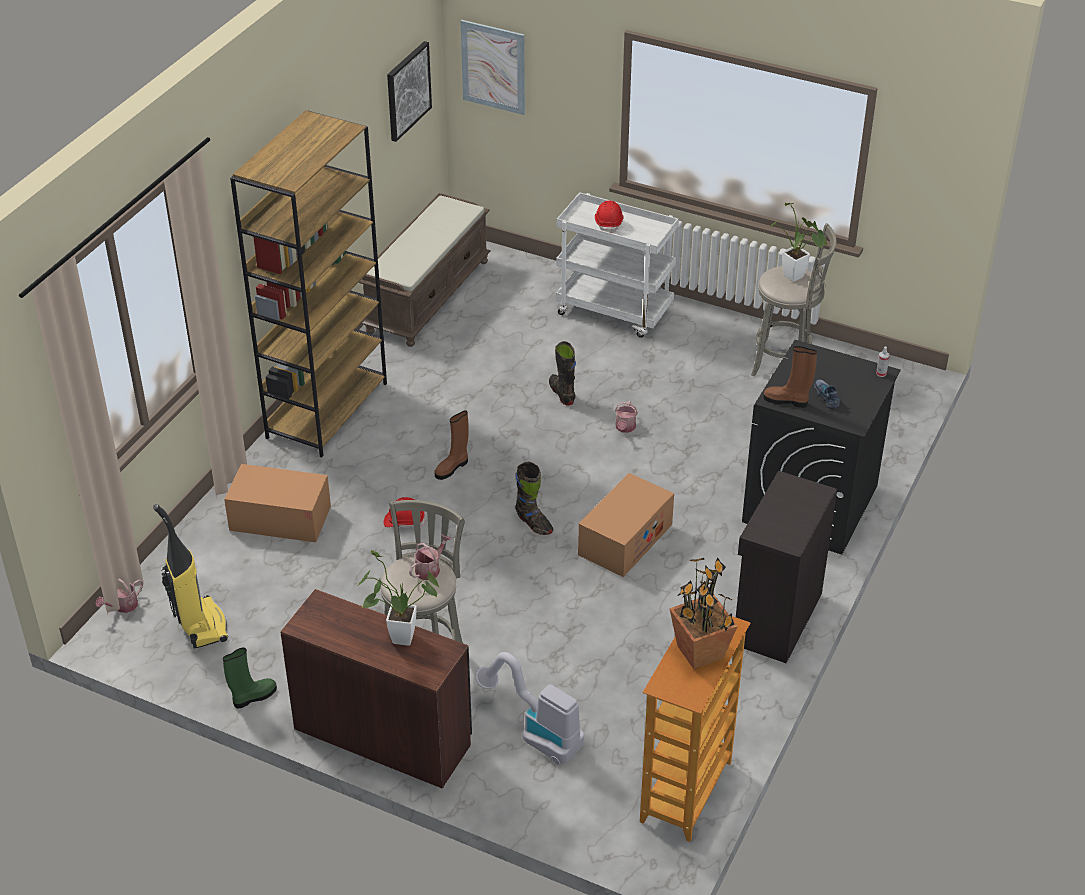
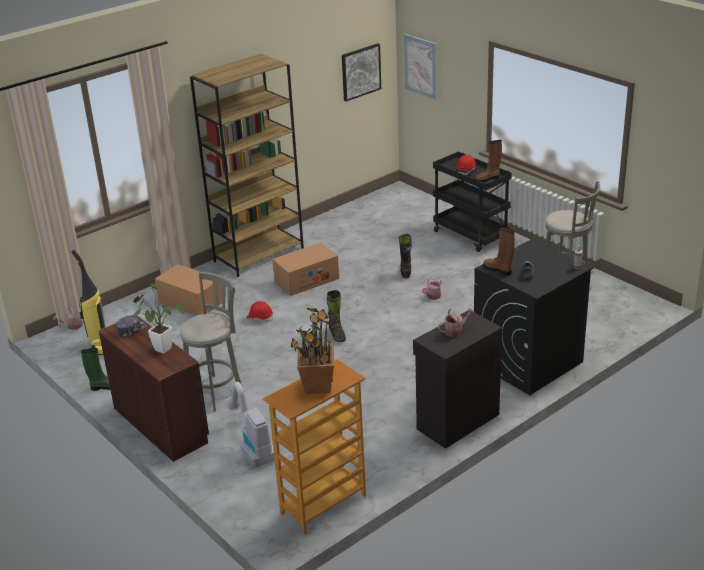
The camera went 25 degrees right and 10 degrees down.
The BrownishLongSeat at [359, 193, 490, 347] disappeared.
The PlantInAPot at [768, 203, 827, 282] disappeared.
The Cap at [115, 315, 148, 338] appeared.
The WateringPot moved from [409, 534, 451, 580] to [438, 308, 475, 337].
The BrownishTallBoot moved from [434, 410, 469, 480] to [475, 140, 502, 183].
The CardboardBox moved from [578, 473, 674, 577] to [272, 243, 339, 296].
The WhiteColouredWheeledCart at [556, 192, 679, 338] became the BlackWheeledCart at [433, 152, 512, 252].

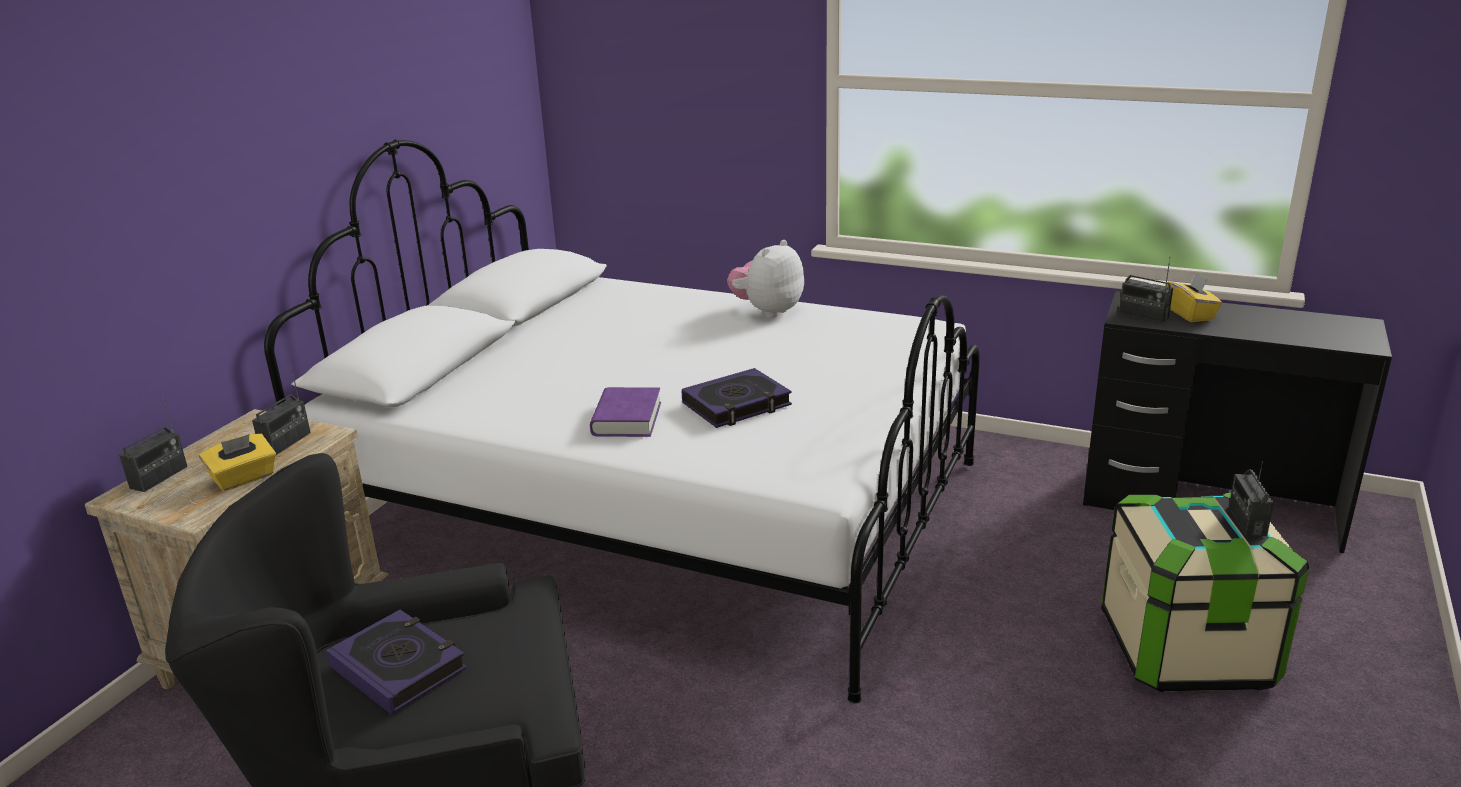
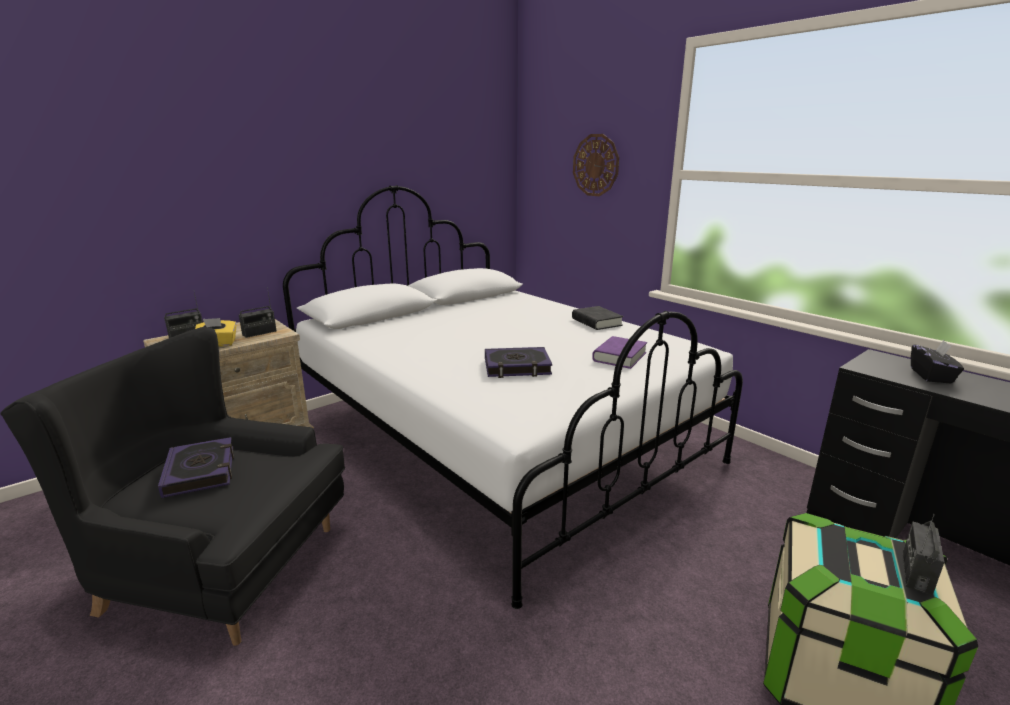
The camera went 25 degrees right and 5 degrees down.
The Radio at [1119, 259, 1173, 323] disappeared.
The WallClock at [573, 134, 619, 196] appeared.
The PurpleColouredBoundBook moved from [590, 387, 661, 437] to [592, 336, 647, 369].
The SoftToy at [727, 240, 804, 318] was replaced by the BlackBoundBook at [572, 306, 623, 330].
The YellowishTissueBox at [1166, 273, 1222, 322] became the BlackTissueBox at [911, 340, 964, 384].

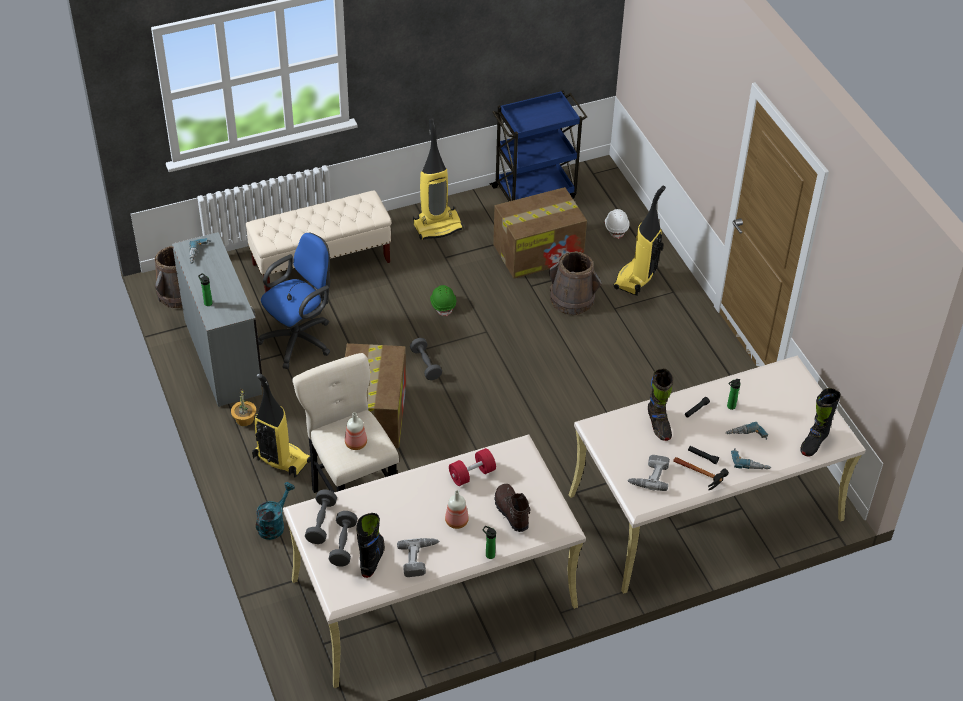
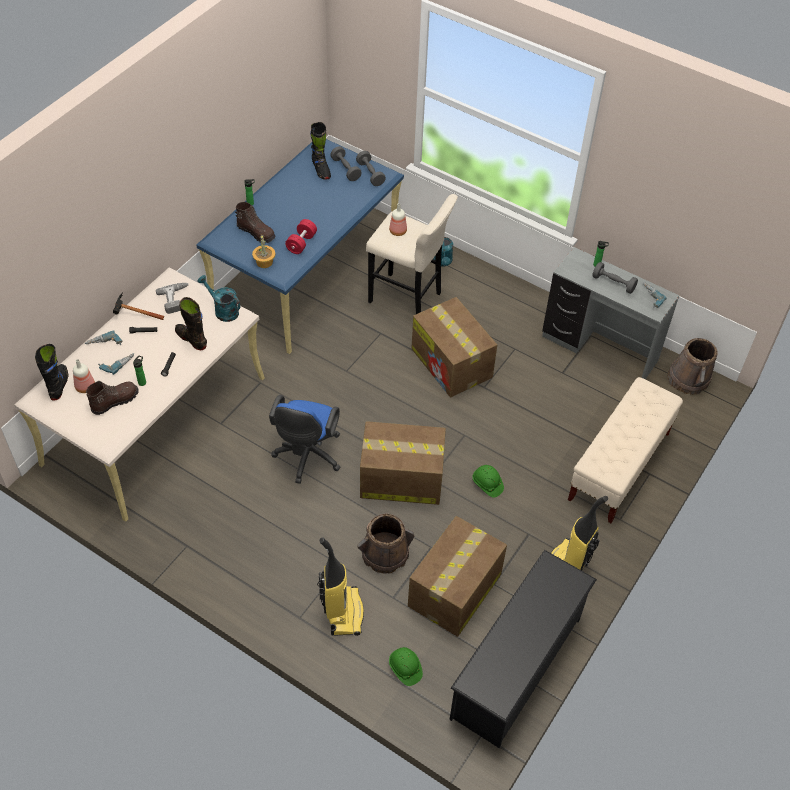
The camera went 145 degrees right and 5 degrees up.
The Vacuum at [252, 373, 311, 477] disappeared.
The ElectricDrill at [397, 538, 439, 577] disappeared.
The BrownishTallBoot at [86, 381, 139, 415] appeared.
The BlueGreenWateringPot at [198, 275, 241, 322] appeared.
The CardboardBox at [360, 421, 446, 505] appeared.
The PlantInAPot moved from [231, 389, 256, 426] to [252, 234, 275, 268].
The BlueColouredDeskChair moved from [258, 232, 330, 369] to [269, 395, 341, 484].
The GrayDumbbell moved from [410, 338, 442, 380] to [592, 262, 638, 294].
The DrinkBottle moved from [445, 490, 469, 529] to [73, 359, 95, 393].
The BlueColouredWheeledCart at [489, 91, 587, 201] was replaced by the BlackShoeShelf at [449, 550, 597, 748].
The BeigeColouredDesk at [283, 434, 586, 688] became the BlueColouredDesk at [196, 139, 404, 354].
The WhiteColouredSafetyHelmet at [605, 209, 630, 239] became the GreenSafetyHelmet at [389, 647, 423, 686].

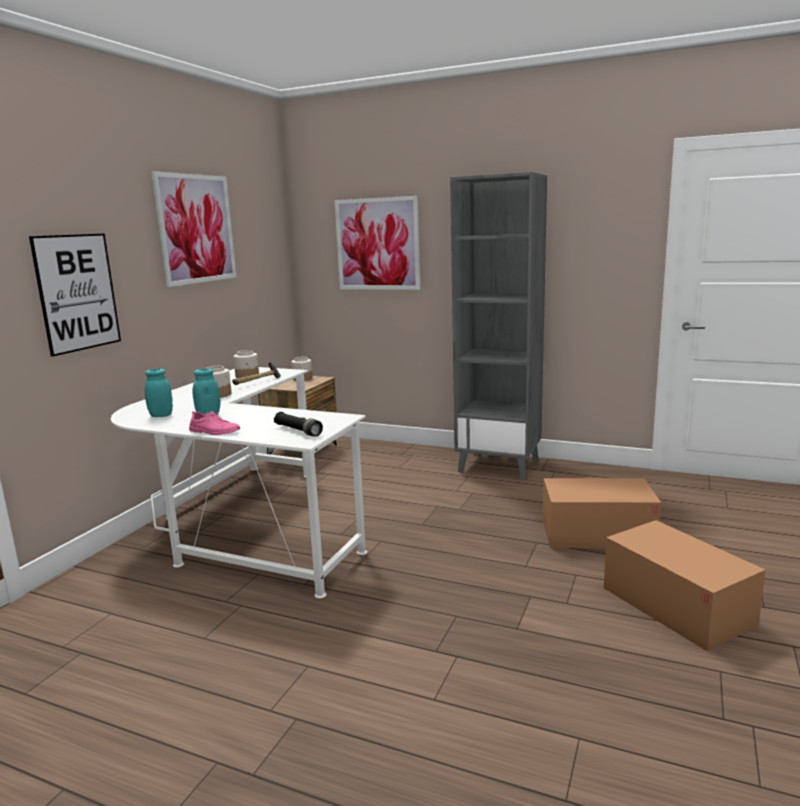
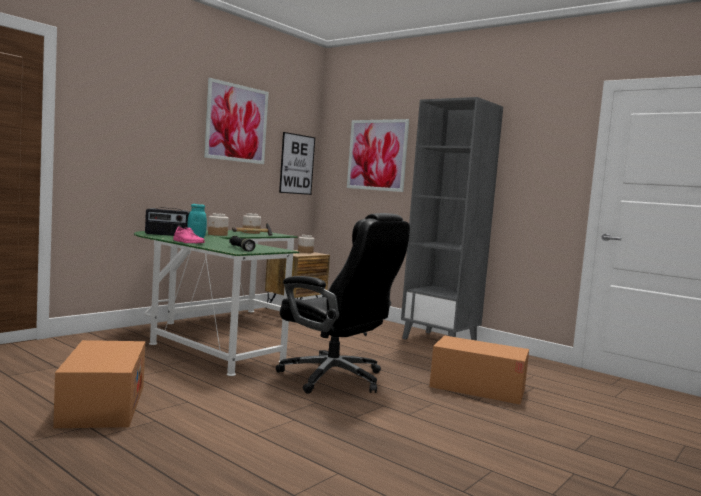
The camera went 15 degrees right and 10 degrees down.
The BlackDeskChair at [276, 213, 410, 394] appeared.
The Picture moved from [29, 233, 121, 357] to [279, 132, 315, 195].
The CardboardBox moved from [604, 520, 766, 651] to [53, 340, 145, 428].
The BlueGreenPreserveJar at [145, 369, 173, 417] was replaced by the Radio at [145, 208, 190, 236].
The WhiteColouredDesk at [111, 367, 367, 598] became the GreenDesk at [134, 230, 299, 376].

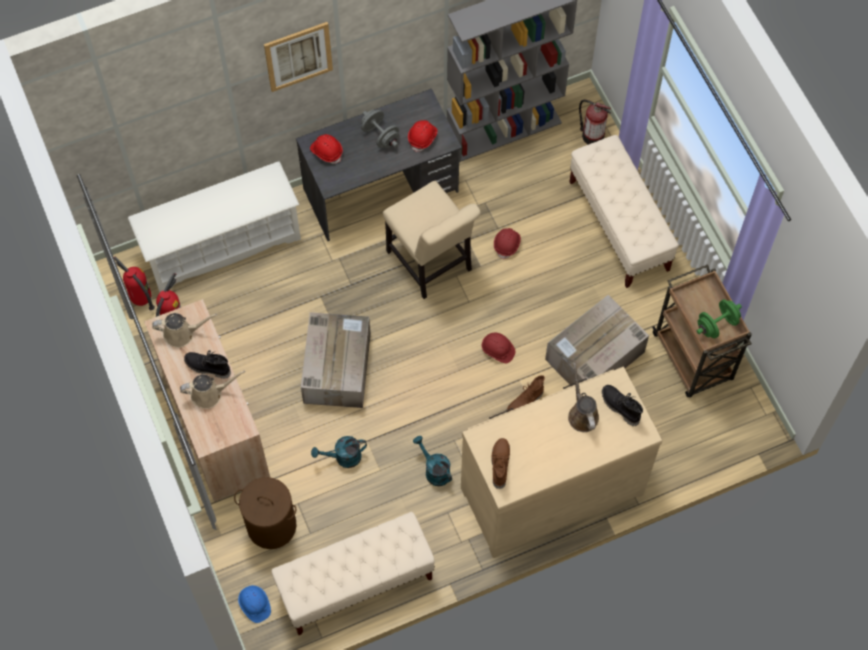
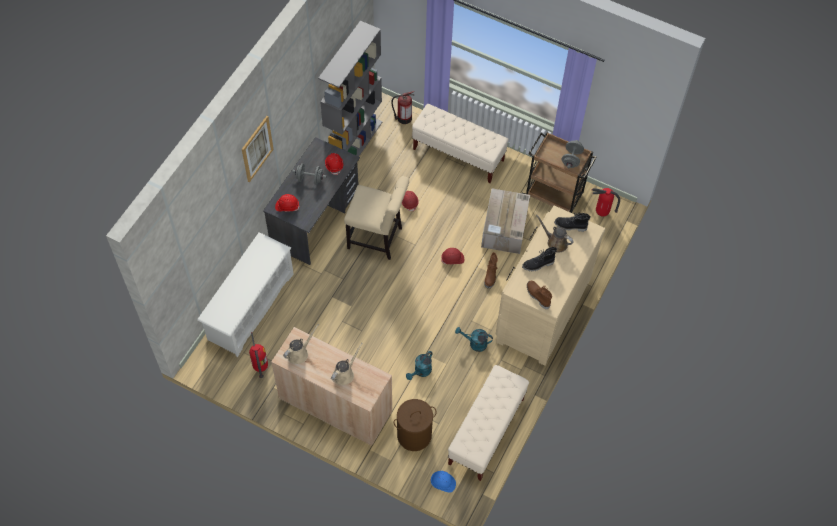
The camera went 40 degrees left and 5 degrees down.
The CardboardBox at [301, 312, 371, 408] disappeared.
The FireFightingCylinder moved from [114, 256, 155, 310] to [592, 188, 620, 217].
The BlackTallBoot moved from [184, 350, 231, 379] to [522, 247, 557, 271].
The GreenDumbbell at [696, 299, 742, 338] became the GrayDumbbell at [562, 140, 584, 168].

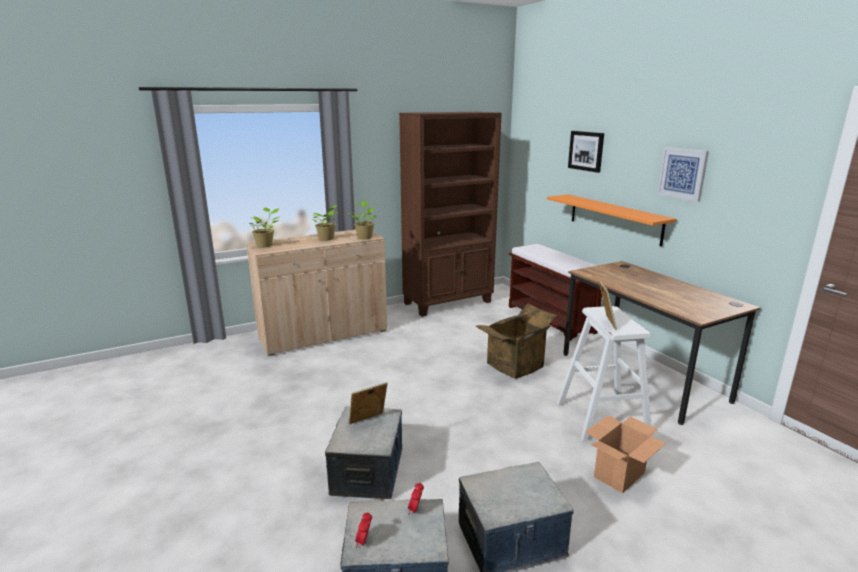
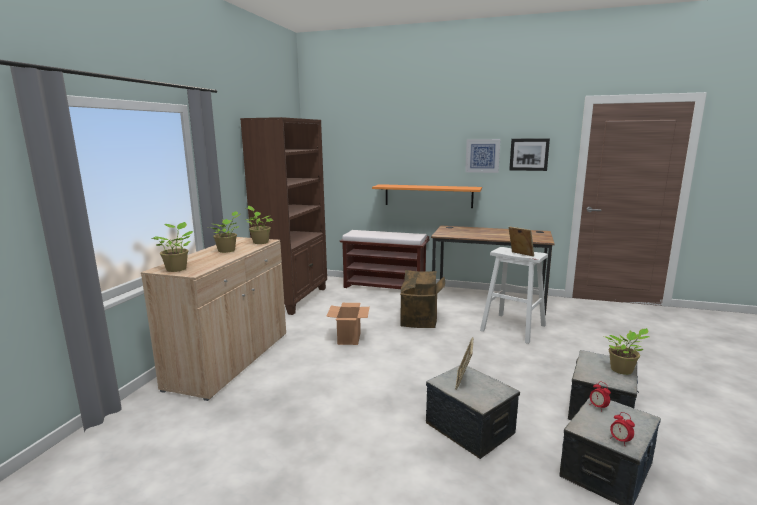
The camera went 45 degrees left and 5 degrees down.
The PlantInAPot at [604, 328, 649, 375] appeared.
The Picture moved from [568, 131, 604, 173] to [509, 138, 550, 171].
The CardboardBox moved from [585, 415, 666, 493] to [326, 303, 370, 345].

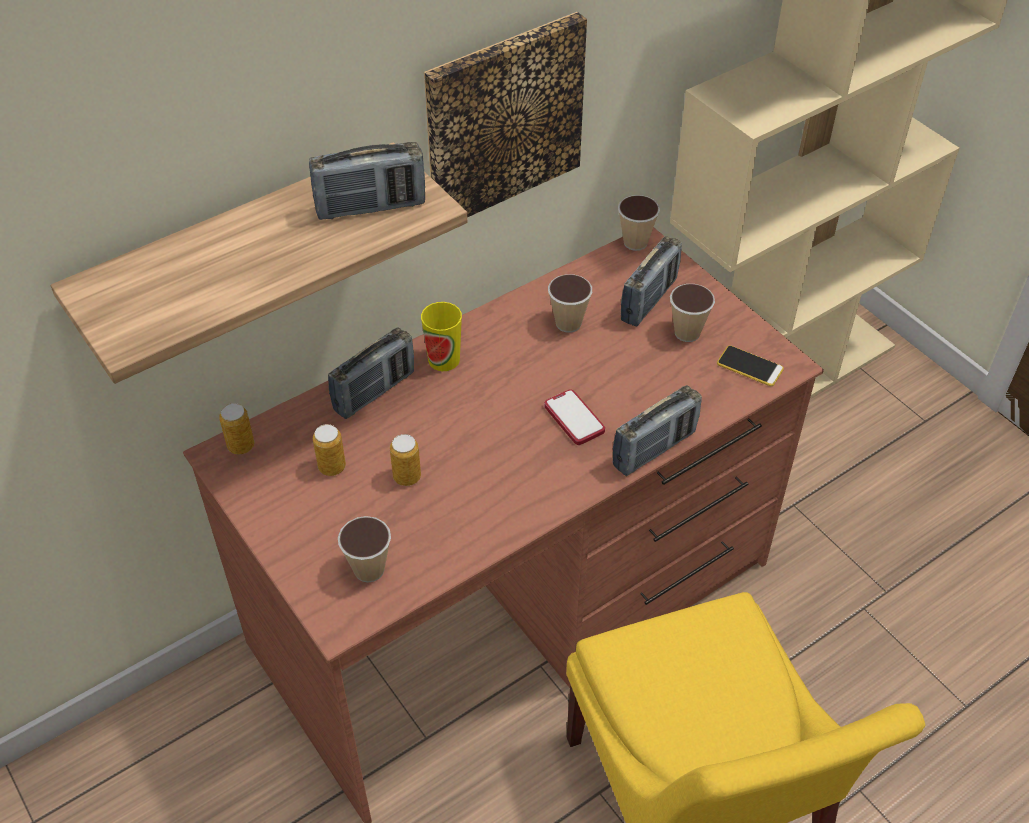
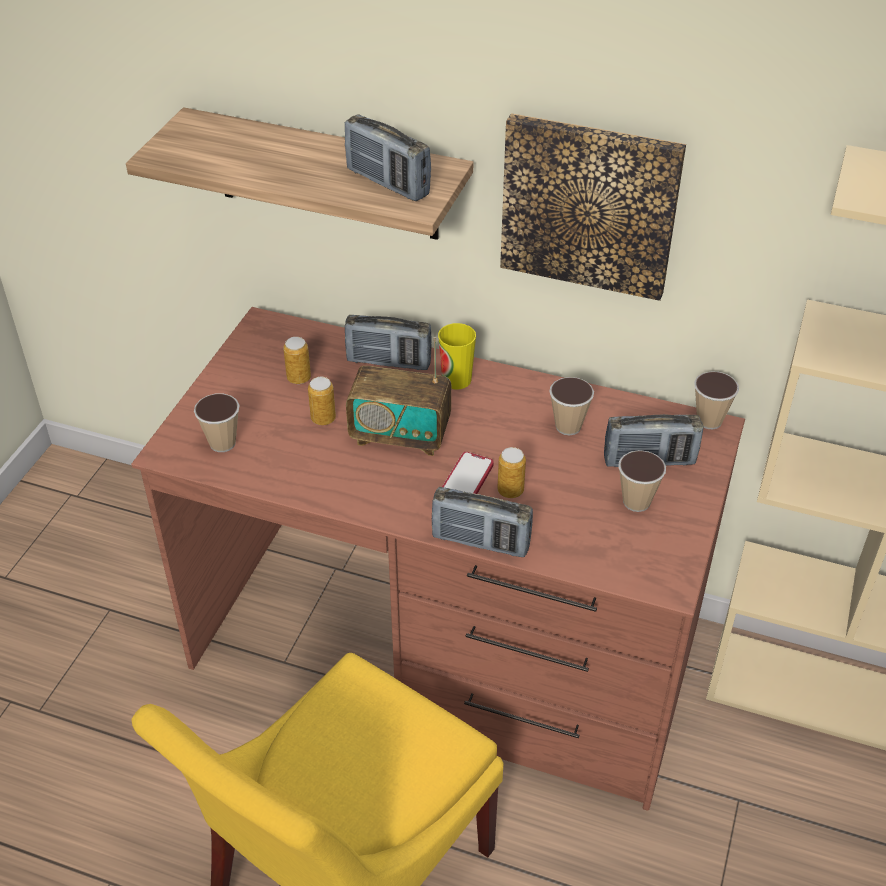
The camera went 55 degrees right and 5 degrees down.
The Handset at [717, 345, 784, 386] disappeared.
The Radio at [346, 337, 451, 456] appeared.
The SealedCan moved from [219, 403, 254, 454] to [497, 447, 526, 498].

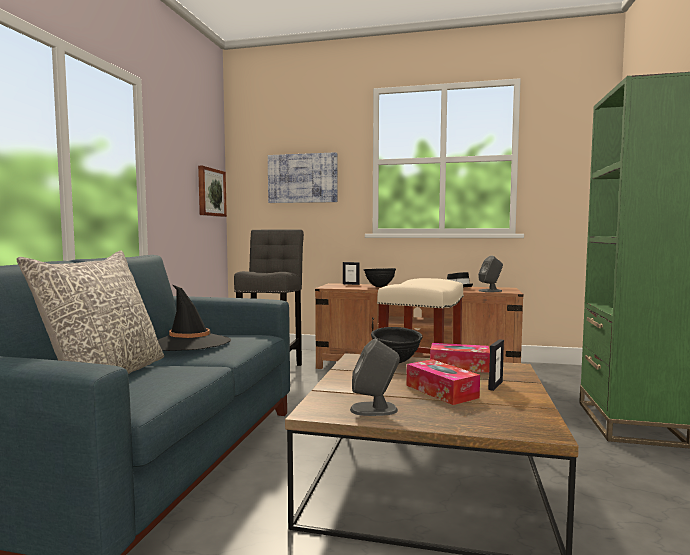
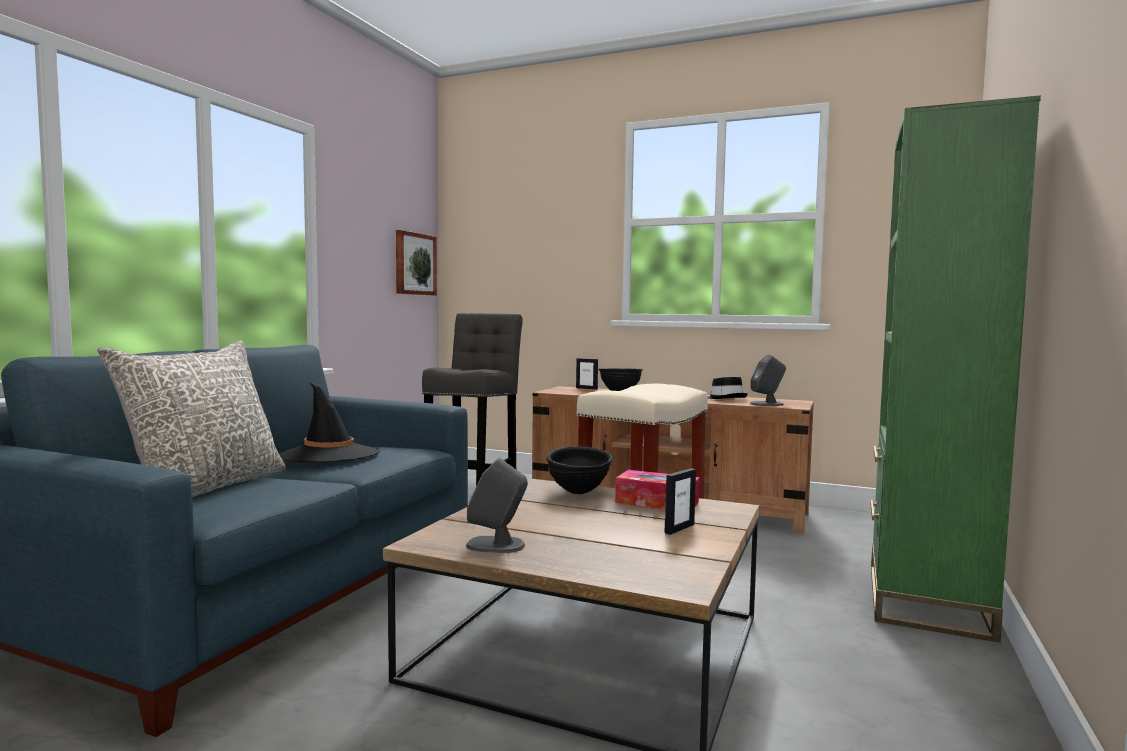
The camera went 10 degrees right and 0 degrees up.
The Picture at [268, 152, 338, 203] disappeared.
The TissueBox at [406, 359, 480, 405] disappeared.

